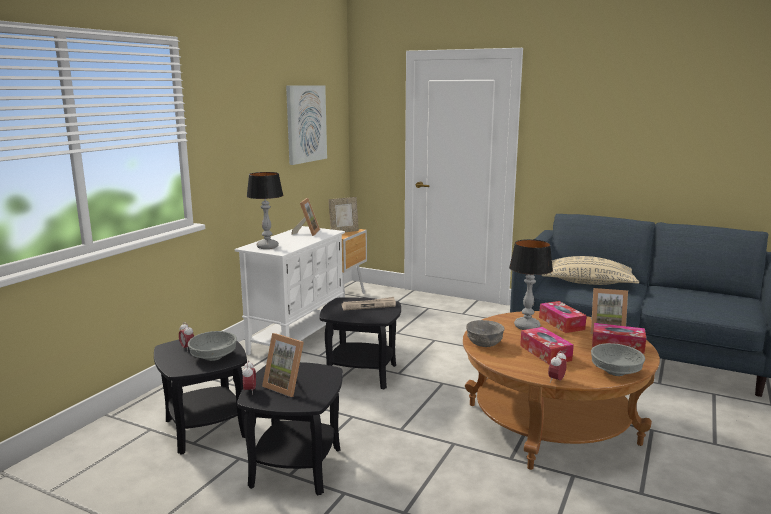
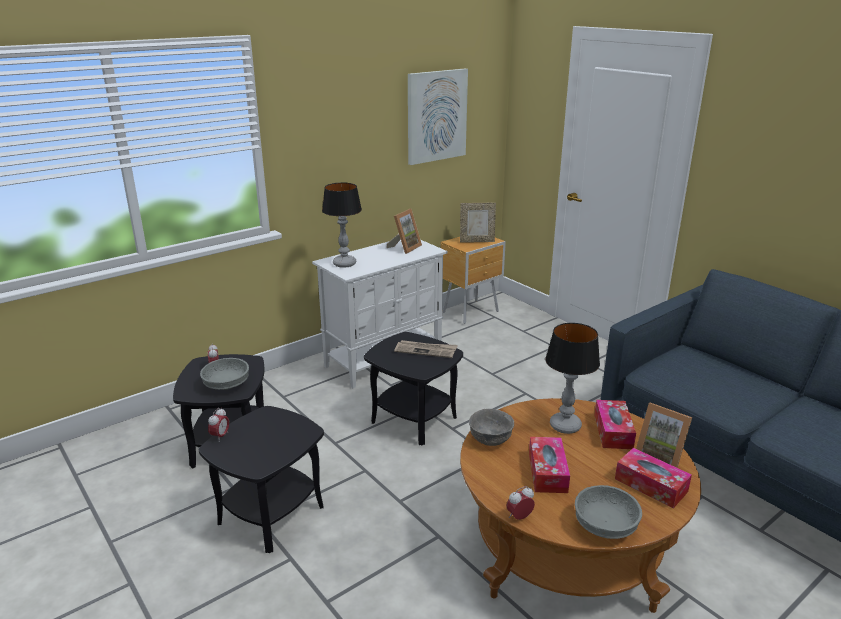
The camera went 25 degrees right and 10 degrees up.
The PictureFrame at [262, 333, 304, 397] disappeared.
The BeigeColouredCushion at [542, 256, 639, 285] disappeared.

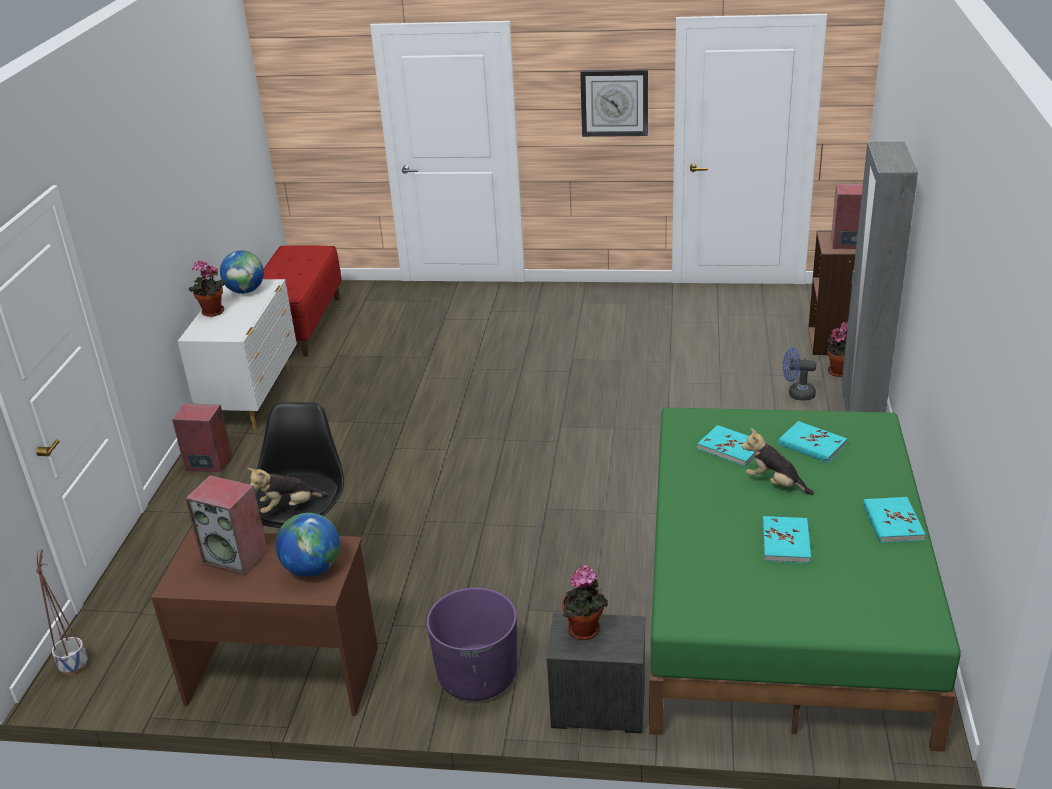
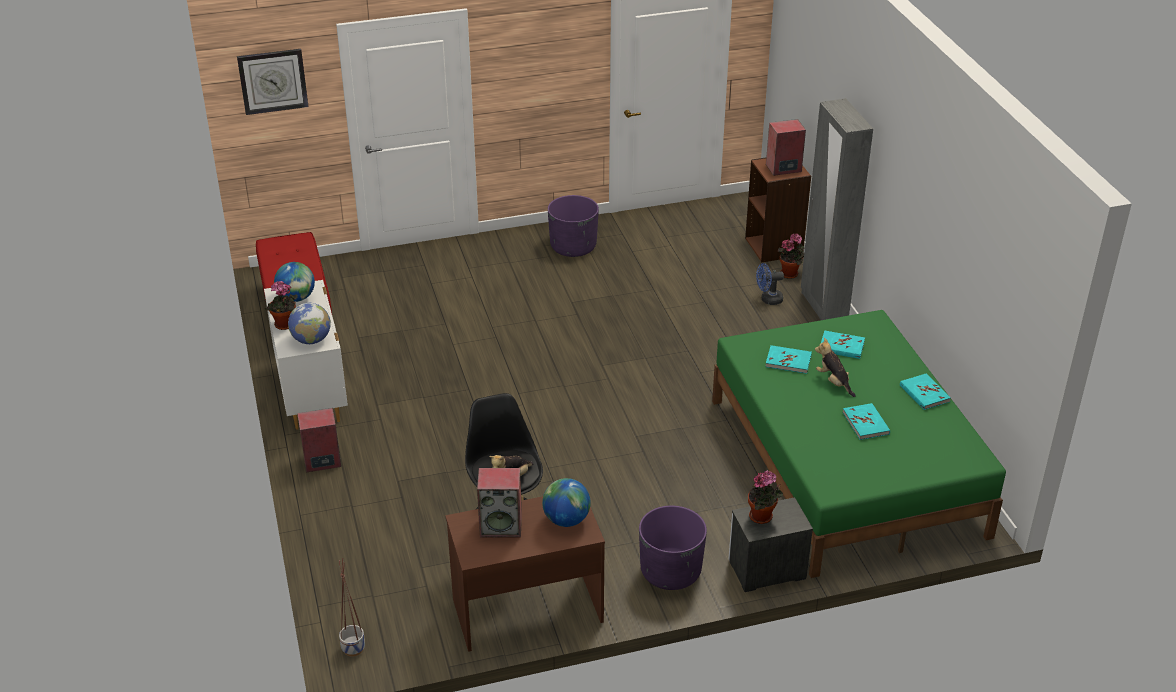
The camera went 25 degrees left and 5 degrees up.
The WorldGlobe at [288, 303, 331, 344] appeared.
The PurpleColouredFlowerPot at [548, 195, 599, 257] appeared.
The WallClock moved from [580, 69, 648, 137] to [237, 49, 309, 115].
The SoftToy at [741, 428, 814, 495] turned 45 degrees clockwise.

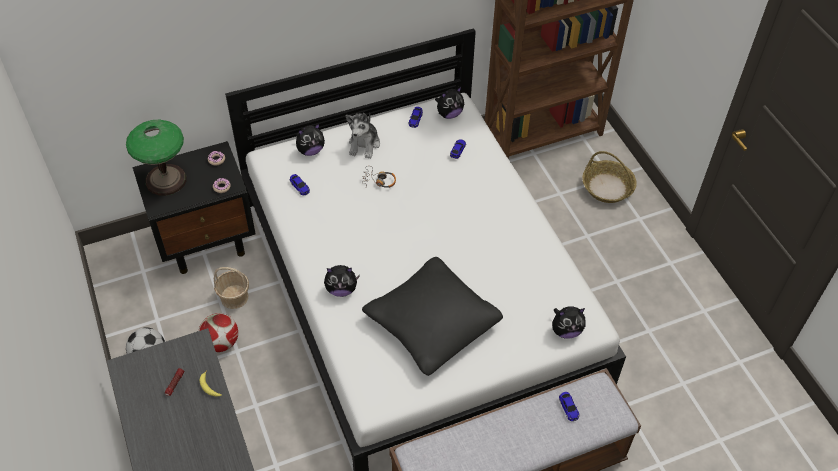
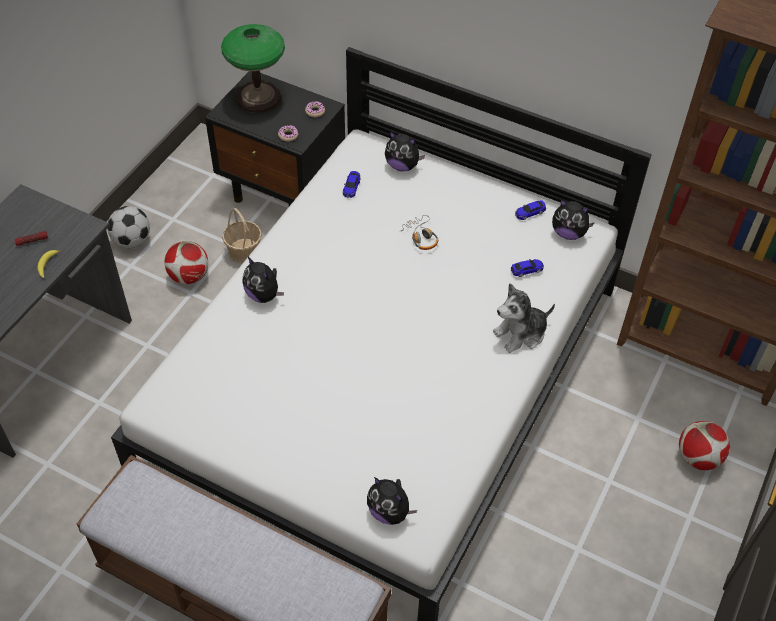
The camera went 50 degrees right and 0 degrees up.
The BlackCushion at [362, 257, 503, 376] disappeared.
The ModelCar at [559, 392, 579, 421] disappeared.
The SoftToy moved from [345, 113, 380, 159] to [493, 283, 555, 353].
The StorageBasket at [582, 151, 637, 203] was replaced by the FootballBall at [679, 421, 730, 470].

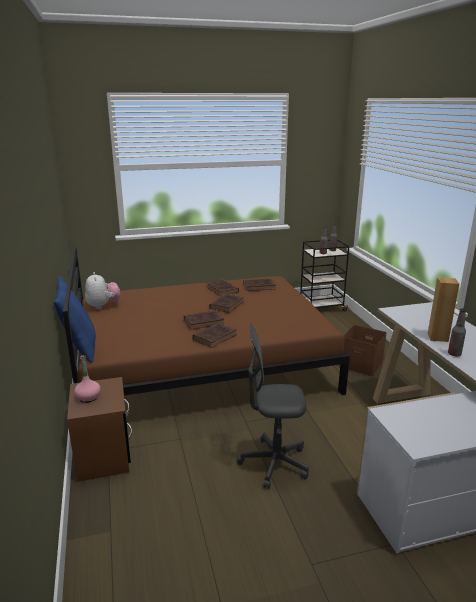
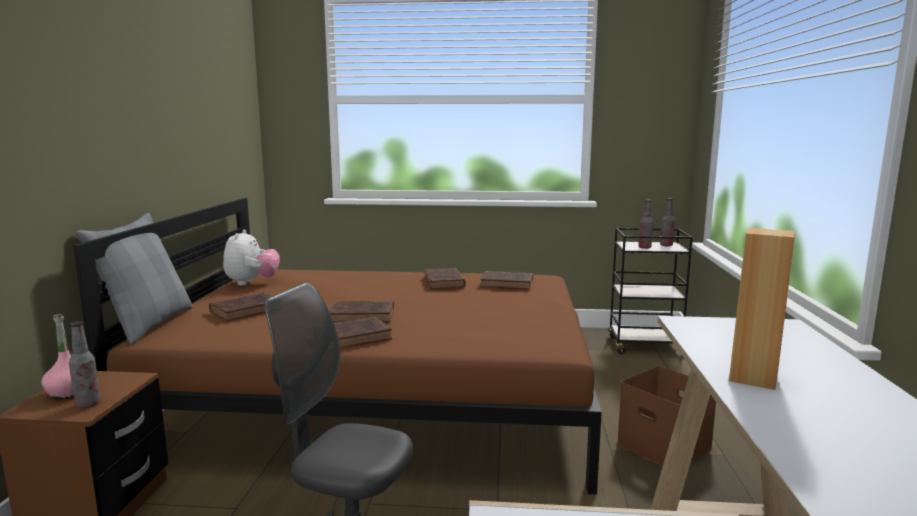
The camera went 20 degrees right and 10 degrees down.
The BrownishBoundBook moved from [209, 293, 244, 313] to [209, 292, 272, 321].
The DrinkBottle moved from [448, 308, 467, 356] to [69, 321, 101, 408].
The BlueColouredCushion at [54, 276, 96, 363] became the GrayCushion at [75, 213, 193, 344].

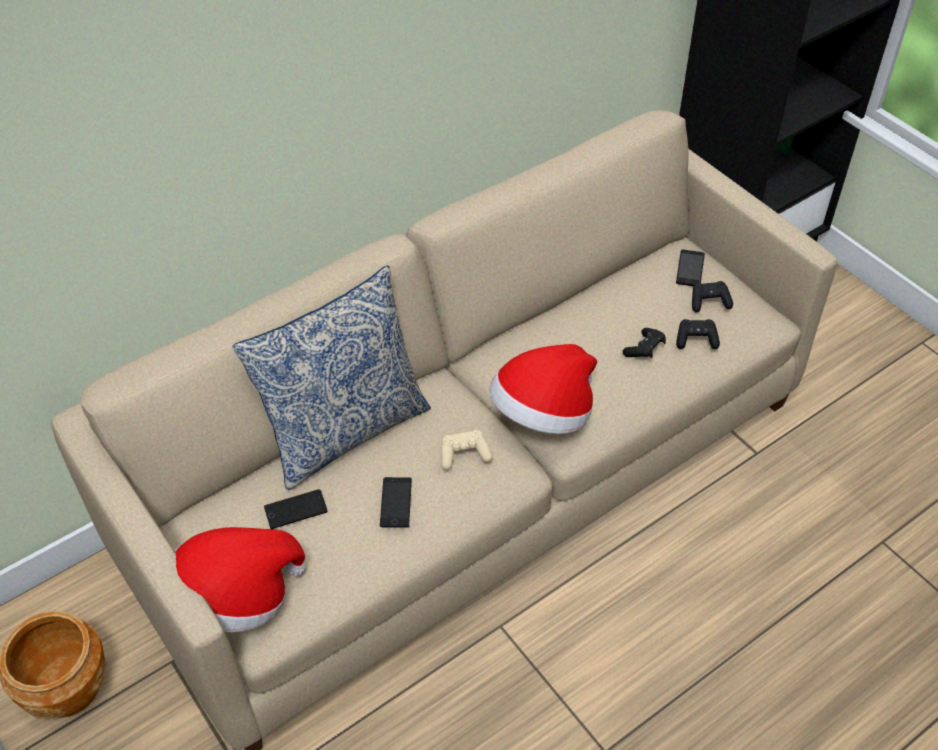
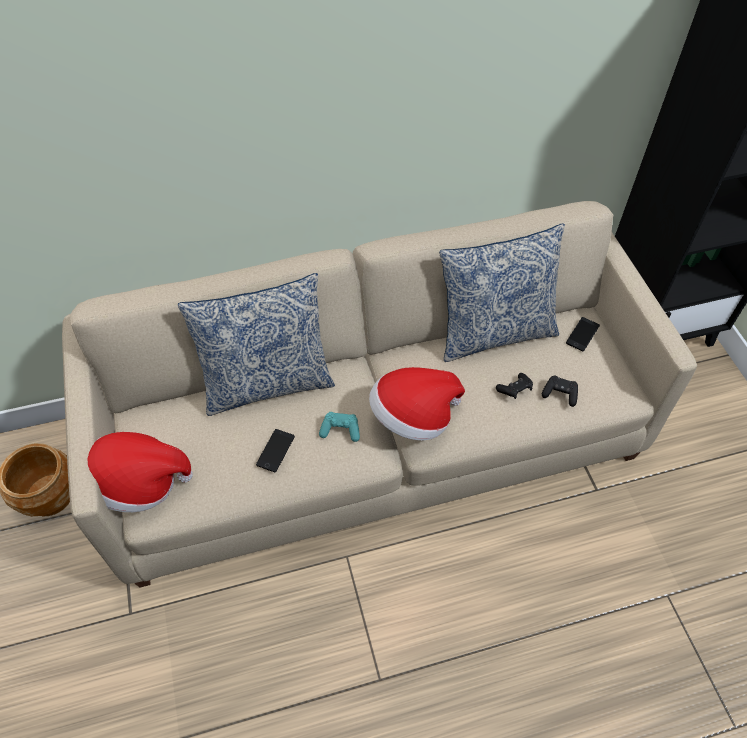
The camera went 20 degrees right and 5 degrees up.
The Handset at [264, 489, 327, 529] disappeared.
The BlackGamepad at [692, 281, 733, 312] disappeared.
The Cushion at [439, 223, 565, 362] appeared.
The BeigeColouredGamepad at [441, 430, 493, 470] became the BlueGreenGamepad at [319, 412, 360, 442].

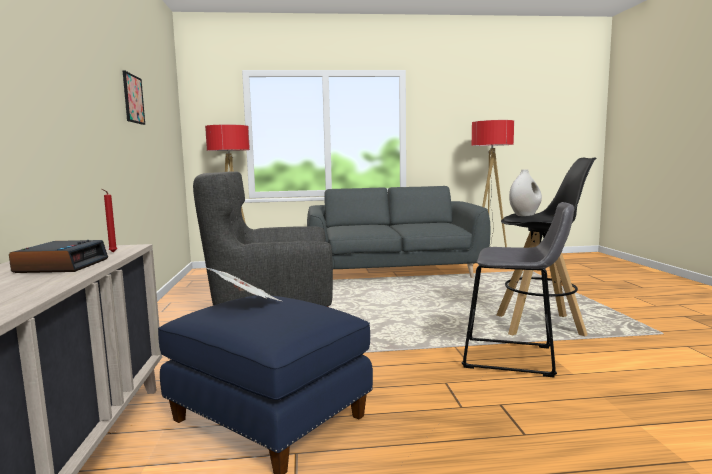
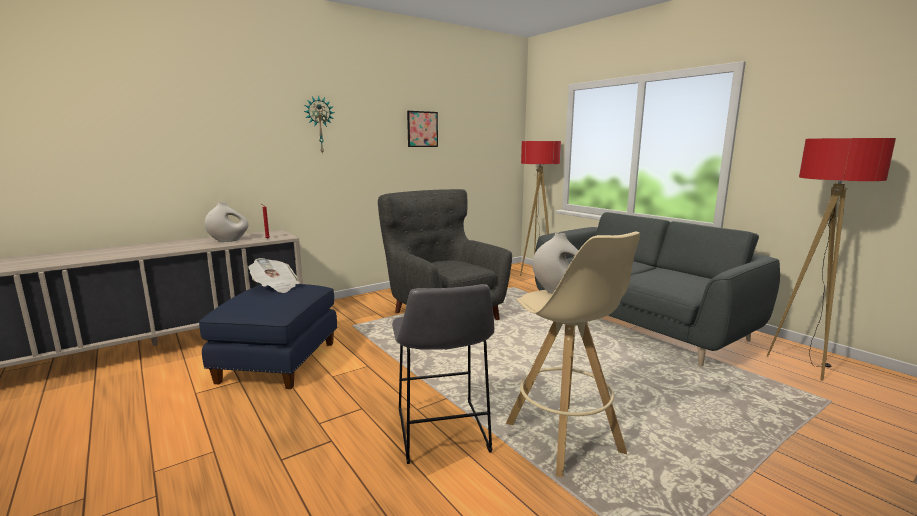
The camera went 60 degrees right and 5 degrees up.
The WallClock at [304, 95, 334, 154] appeared.
The AlarmClock at [9, 240, 108, 273] was replaced by the WhiteColouredFlowerVase at [205, 202, 249, 242].
The BlackStoolSeat at [496, 157, 597, 336] became the BeigeColouredStoolSeat at [506, 231, 640, 478].

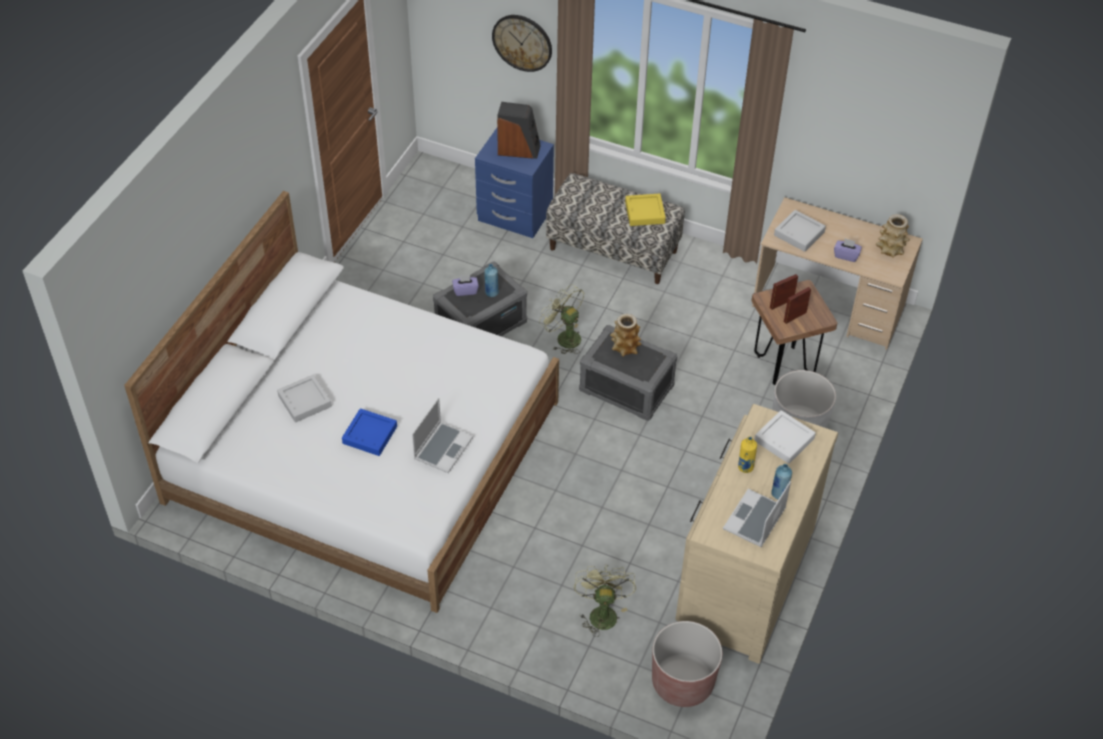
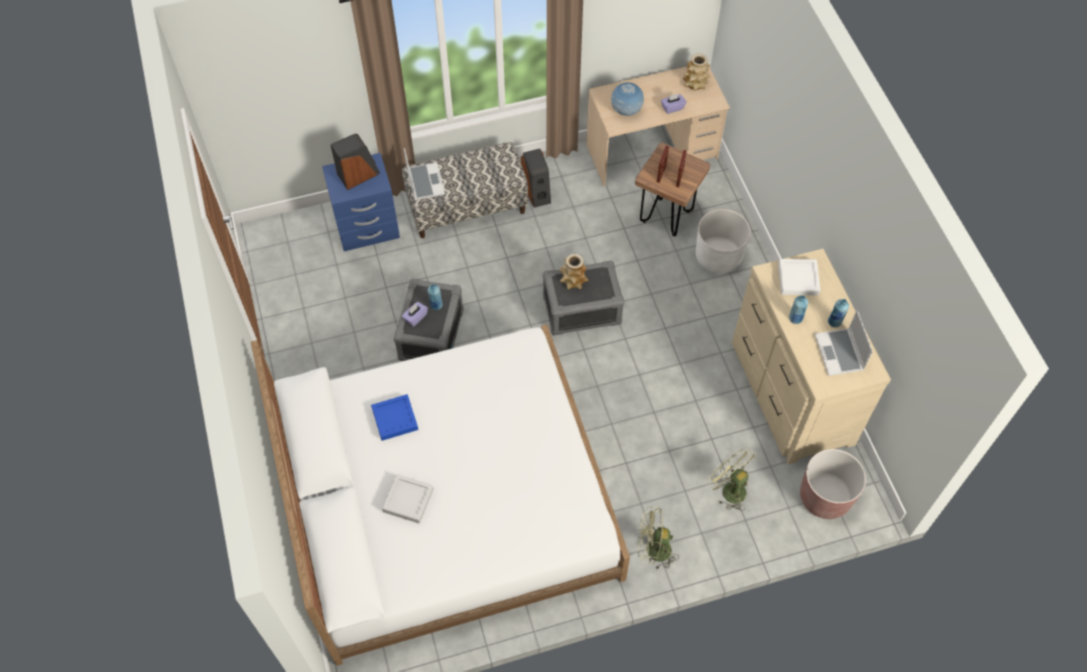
The camera went 40 degrees left and 10 degrees up.
The WallClock at [492, 15, 552, 72] disappeared.
The YellowishCarryingTray at [625, 194, 666, 226] disappeared.
The Loudspeaker at [521, 149, 551, 208] appeared.
The BlueColouredCarryingTray moved from [342, 409, 397, 456] to [371, 394, 418, 441].
The PortableComputer moved from [412, 398, 473, 473] to [404, 148, 445, 201].
The GreenCoolingFan moved from [539, 284, 584, 354] to [638, 507, 679, 569].
The GrayCarryingTray at [774, 210, 826, 252] was replaced by the WorldGlobe at [611, 82, 644, 116].
The YellowishDrinkBottle at [738, 437, 757, 473] became the BlueColouredDrinkBottle at [789, 295, 808, 324].

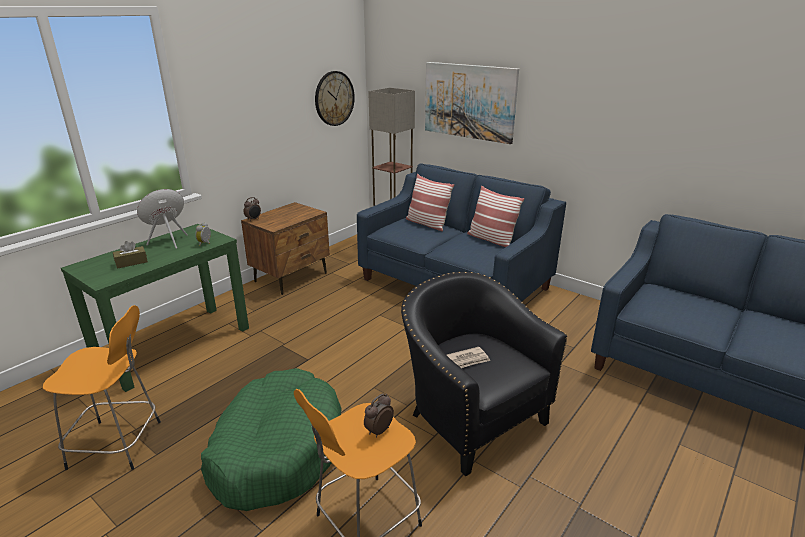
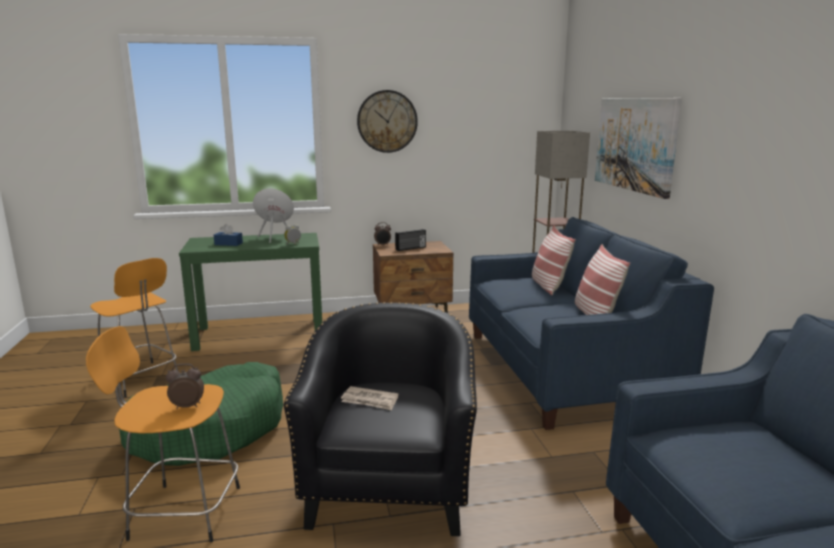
The camera went 40 degrees right and 10 degrees down.
The Radio at [395, 229, 426, 251] appeared.
The WallClock moved from [315, 71, 355, 126] to [357, 90, 418, 153].
The BrownishTissueBox at [113, 241, 148, 269] became the BlueColouredTissueBox at [214, 224, 243, 246].

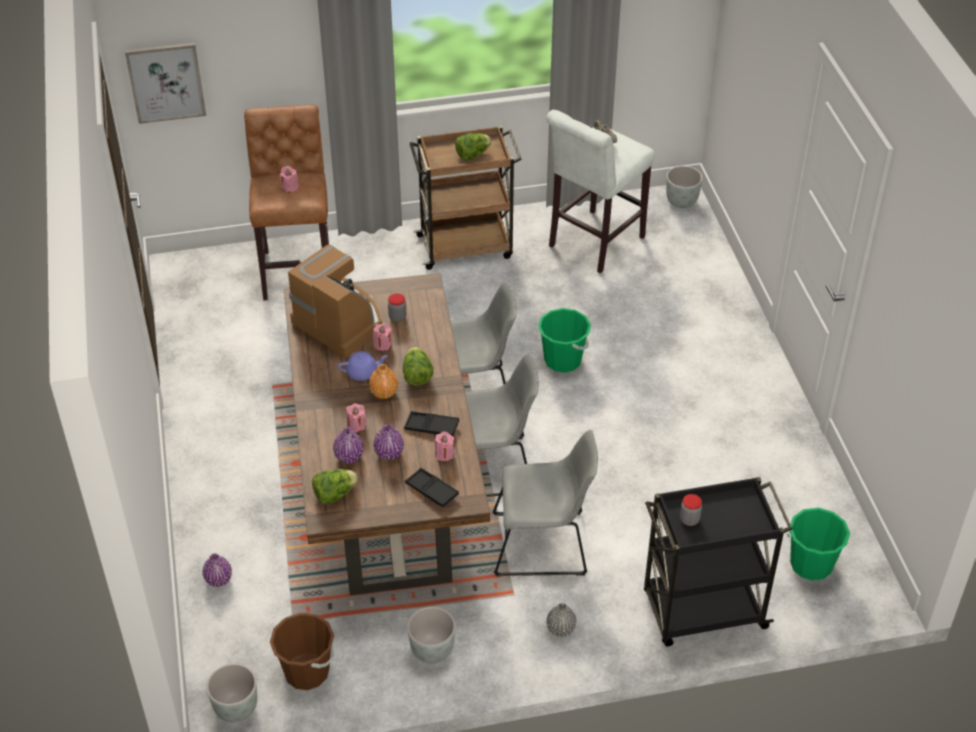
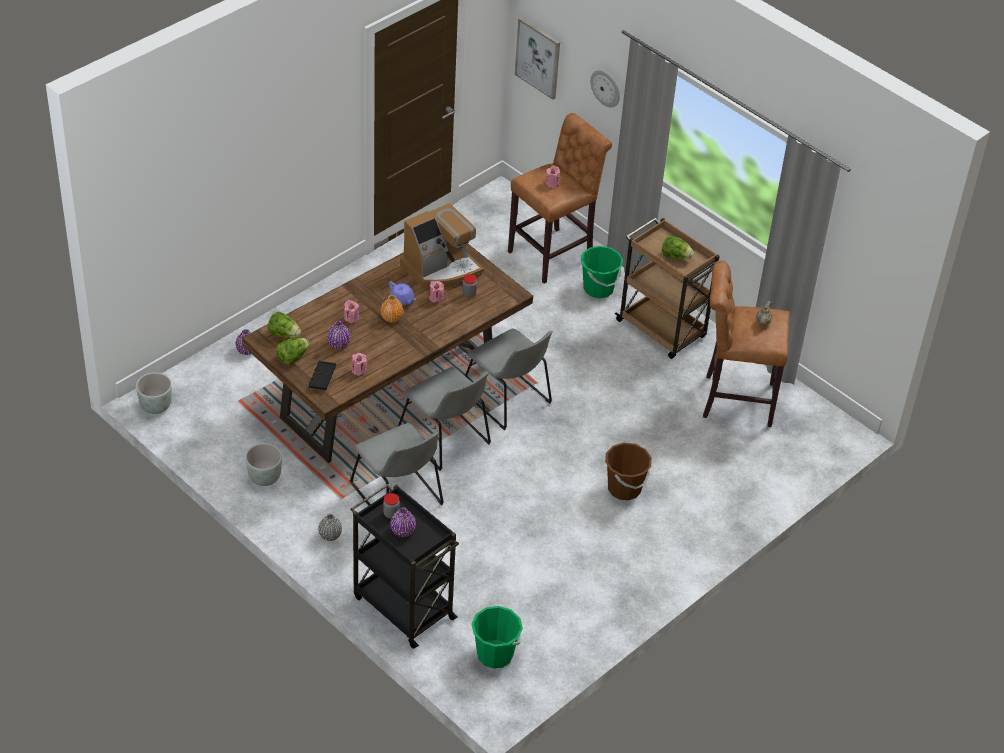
The camera went 55 degrees right and 0 degrees up.
The BlackCarryingTray at [404, 411, 459, 436] disappeared.
The GrayFlowerPot at [666, 166, 703, 208] disappeared.
The WallClock at [590, 70, 620, 107] appeared.
The BrownishPail moved from [270, 613, 335, 690] to [605, 443, 652, 500].
The PurpleColouredFlowerVase moved from [333, 428, 364, 463] to [390, 507, 416, 537].
The LettuceHead moved from [403, 347, 433, 386] to [276, 338, 309, 365].
The GreenPail moved from [538, 308, 591, 373] to [581, 246, 623, 298].
The WhiteColouredStoolSeat at [546, 110, 655, 273] became the BrownishStoolSeat at [703, 261, 790, 427].
The CoffeeMachine at [288, 244, 382, 358] turned 45 degrees clockwise.

